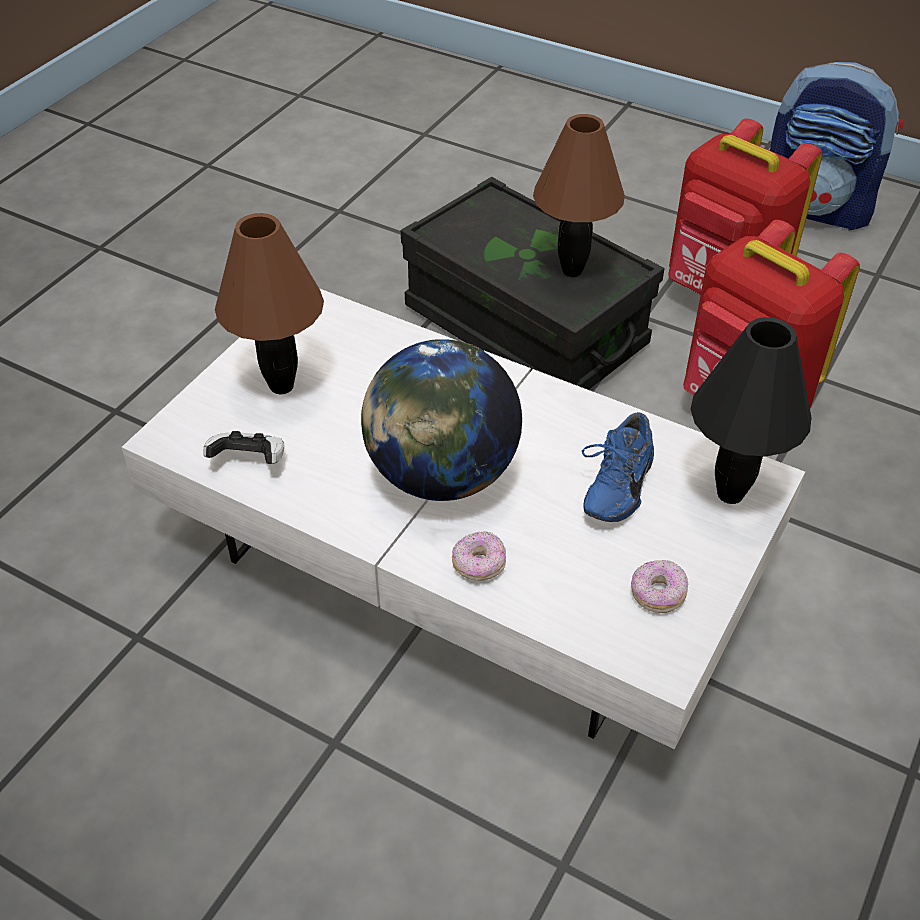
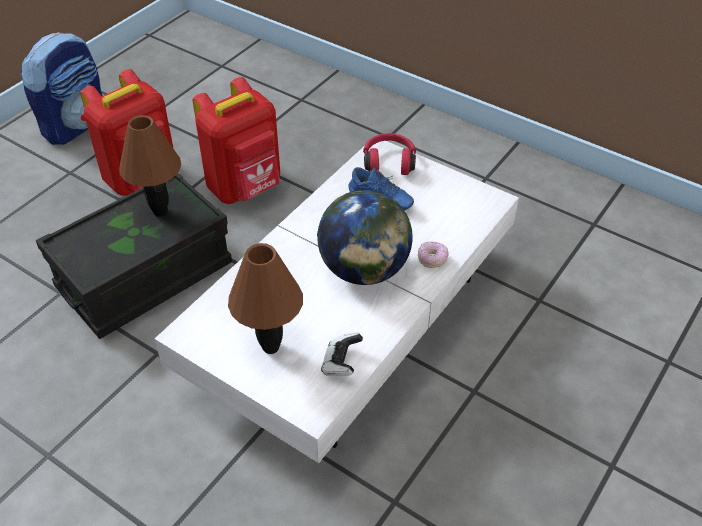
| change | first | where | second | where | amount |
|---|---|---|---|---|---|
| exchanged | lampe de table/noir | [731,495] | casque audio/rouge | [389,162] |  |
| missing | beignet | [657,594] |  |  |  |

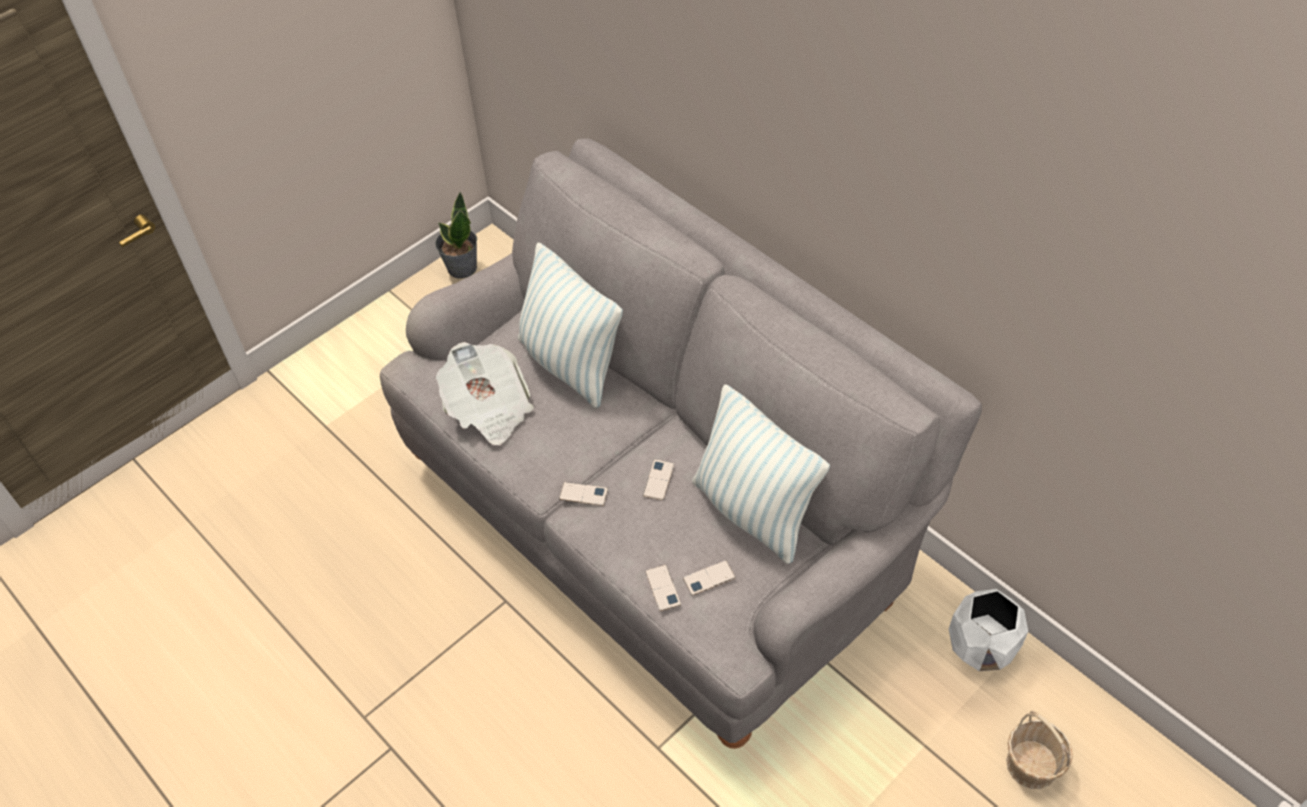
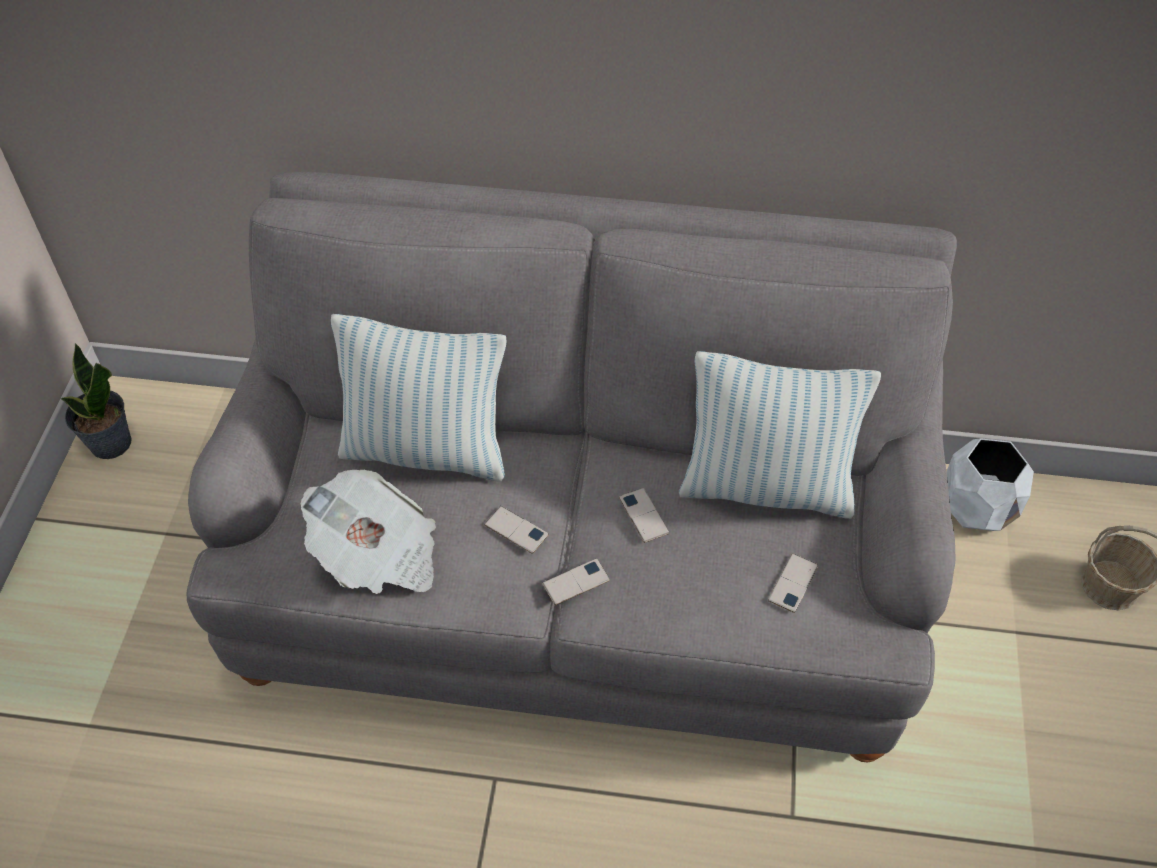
| change | first | where | second | where | amount |
|---|---|---|---|---|---|
| relocated | téléphone | [663,588] |  | [516,530] |  |

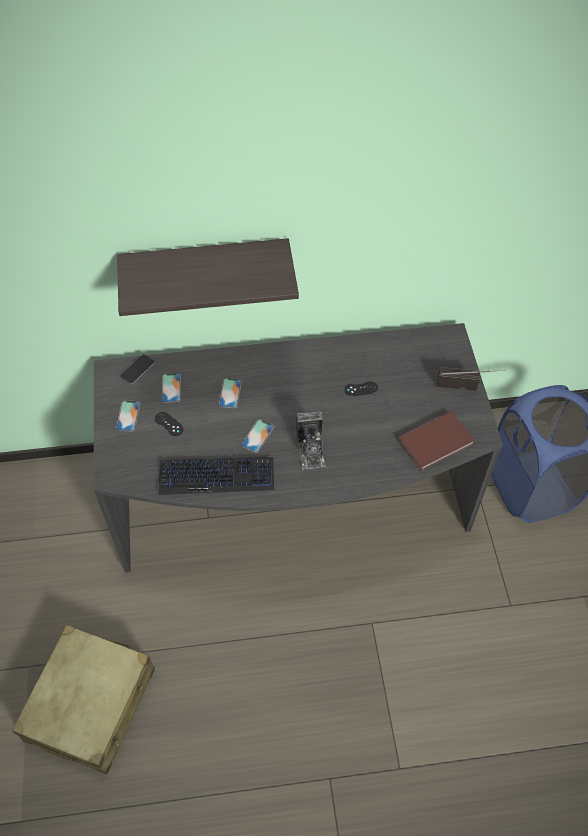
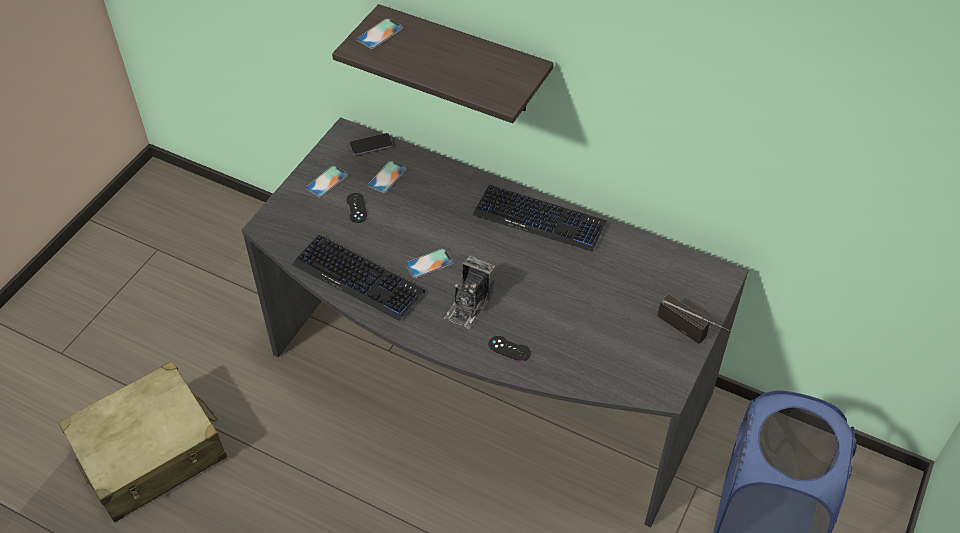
| change | first | where | second | where | amount |
|---|---|---|---|---|---|
| relocated | téléphone | [230,393] |  | [380,34] |  |
| appeared |  |  | clavier | [539,219] |  |
| relocated | manette/noir | [361,389] |  | [509,348] |  |
| missing | livre/marron | [437,443] |  |  |  |

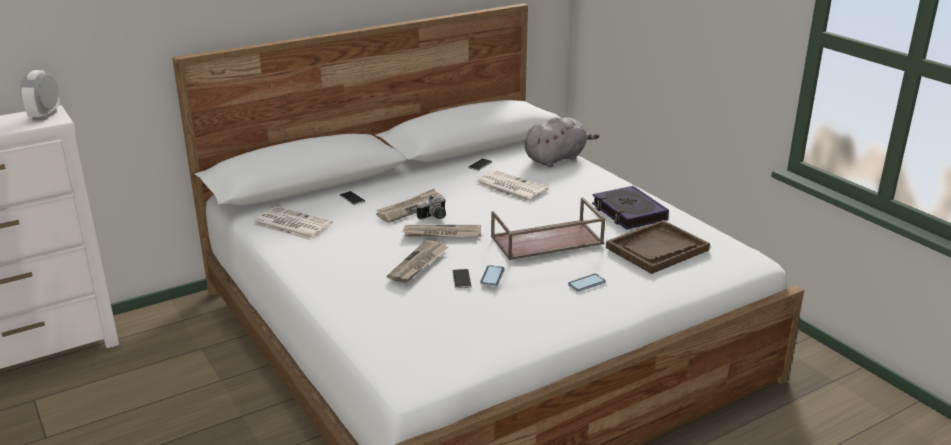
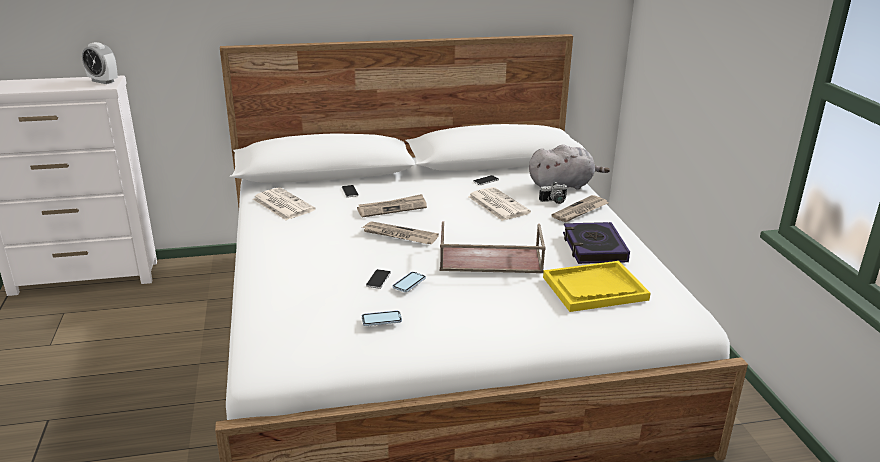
| change | first | where | second | where | amount |
|---|---|---|---|---|---|
| spun | réveil | [45,115] |  | [103,81] | 90 degrees counterclockwise |
| relocated | téléphone | [586,284] |  | [381,319] |  |
| relocated | appareil photo | [434,217] |  | [554,202] |  |
| colour | plateau/marron | [657,249] | plateau/jaune | [594,288] |  |
| relocated | journal | [418,264] |  | [580,211] |  |

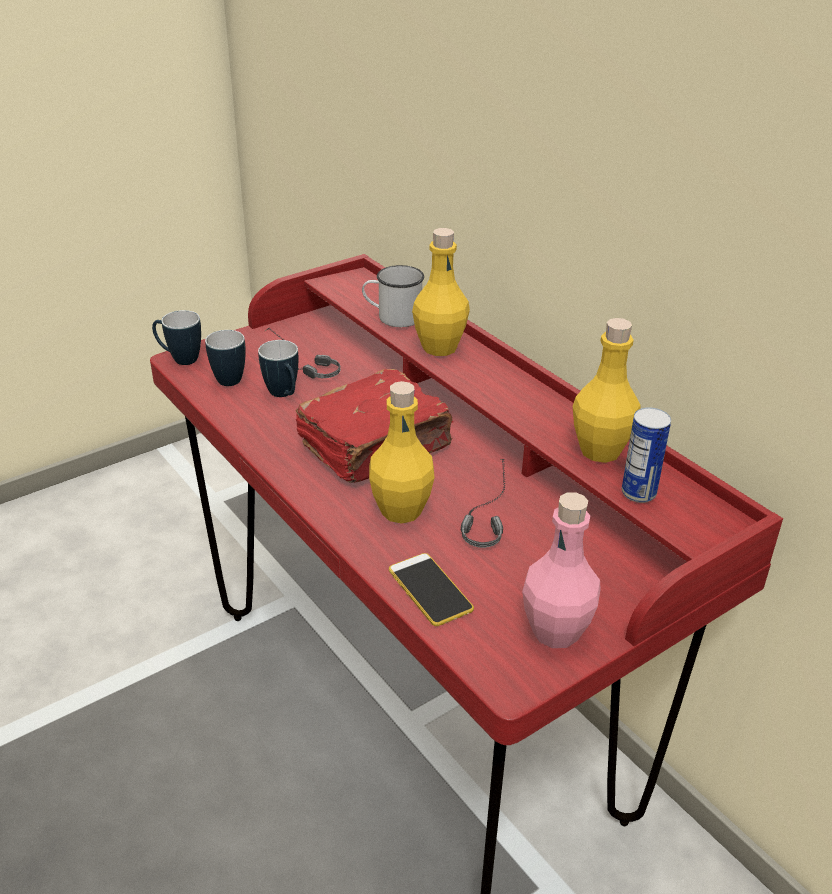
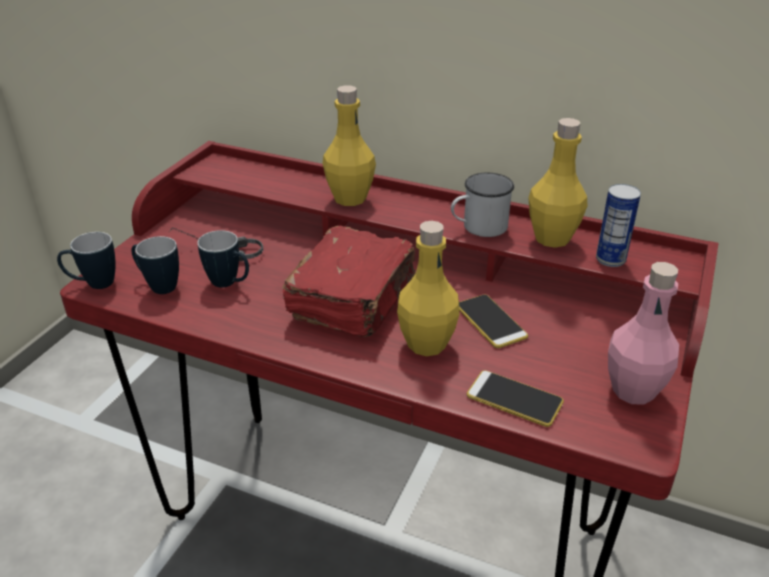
| change | first | where | second | where | amount |
|---|---|---|---|---|---|
| relocated | mug/blanc | [392,317] |  | [478,227] |  |
| exchanged | casque audio | [483,513] | téléphone | [490,321] |  |

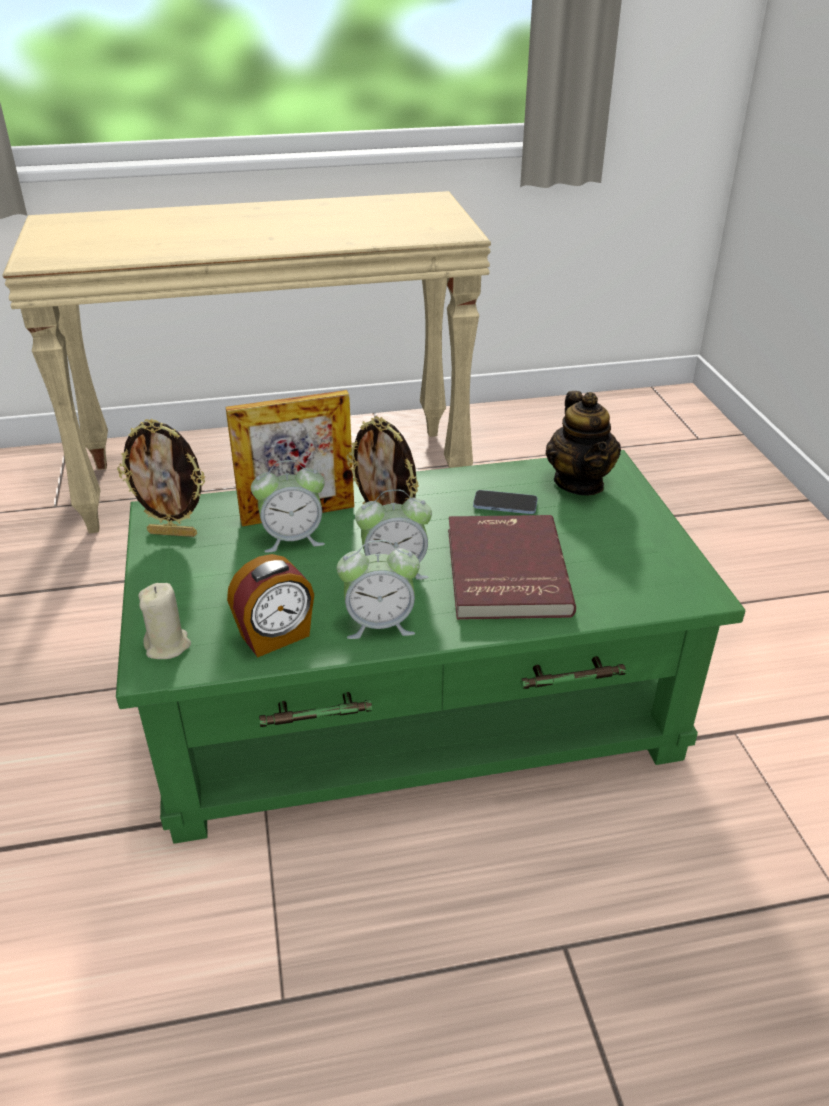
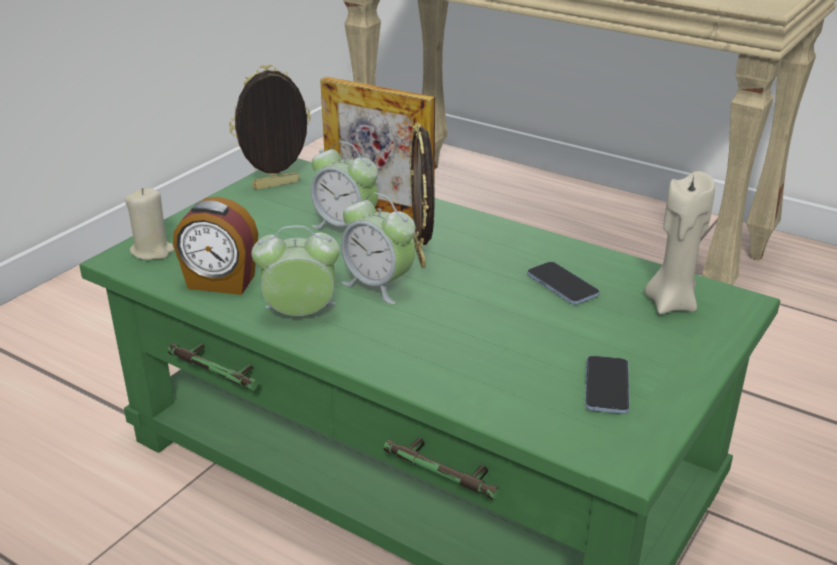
| change | first | where | second | where | amount |
|---|---|---|---|---|---|
| spun | cadre photo | [173,533] |  | [276,186] | 105 degrees clockwise |
| spun | réveil | [380,624] |  | [300,315] | 135 degrees clockwise |
| appeared |  |  | téléphone | [606,387] |  |
| exchanged | théière | [579,483] | bougie/beige | [671,303] |  |
| missing | livre/rouge | [504,571] |  |  |  |

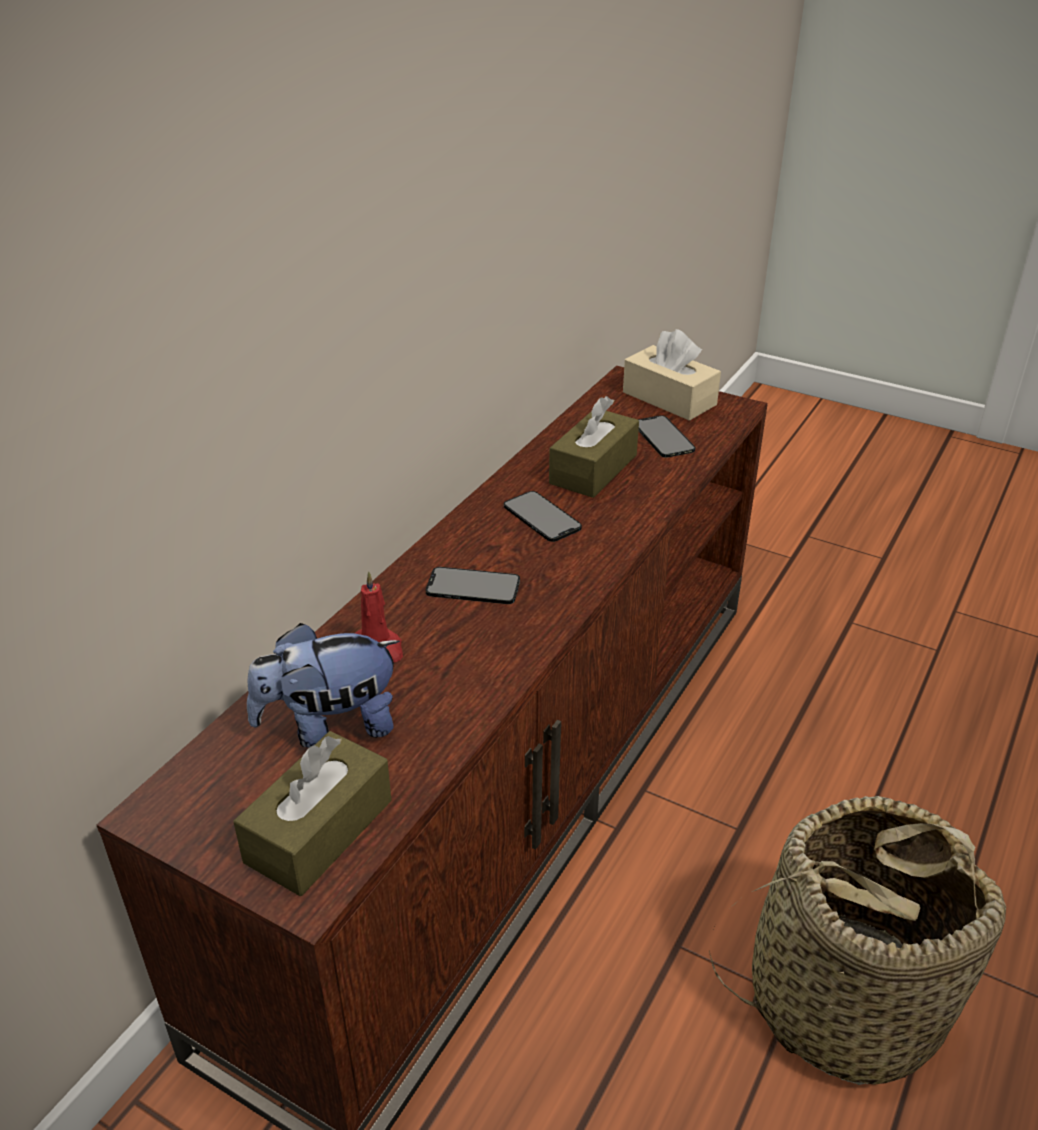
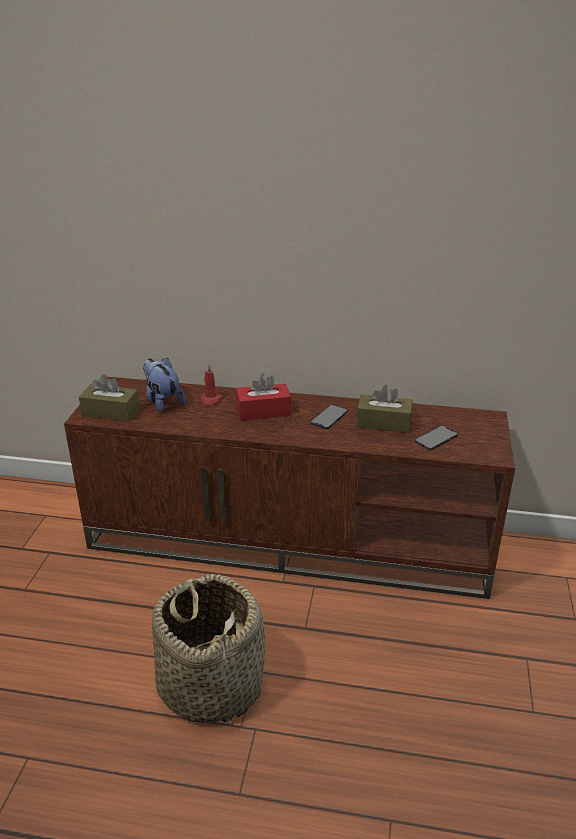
| change | first | where | second | where | amount |
|---|---|---|---|---|---|
| exchanged | téléphone | [473,586] | boîte à mouchoirs/rouge | [263,411] |  |
| missing | boîte à mouchoirs/beige | [669,398] |  |  |  |

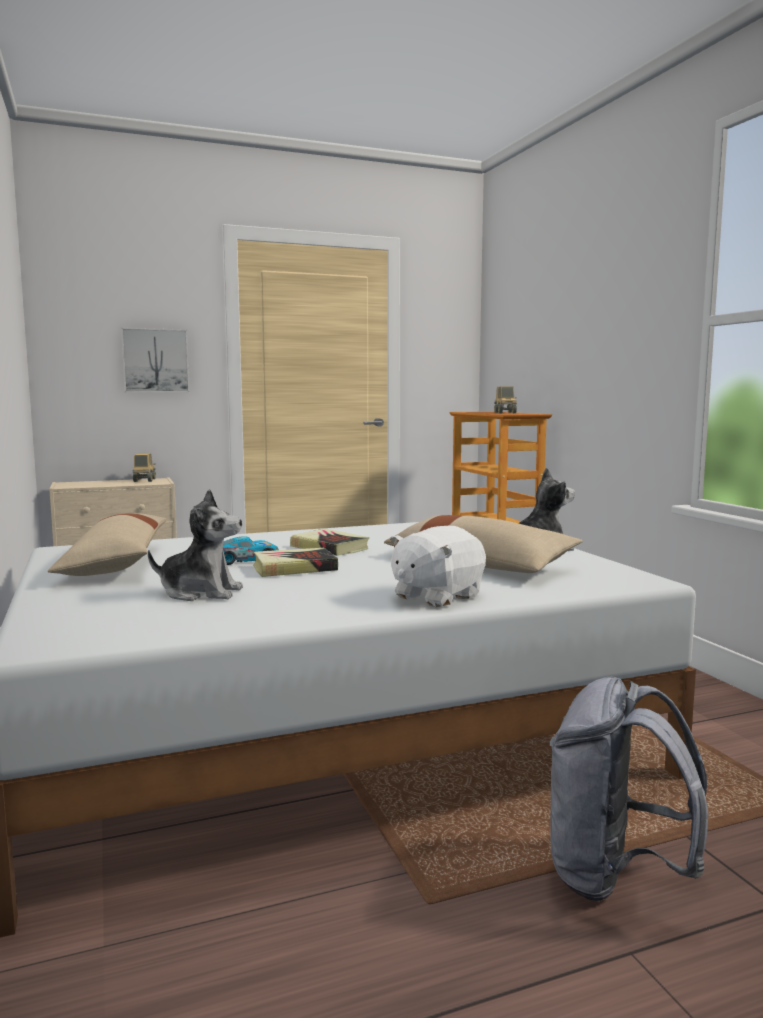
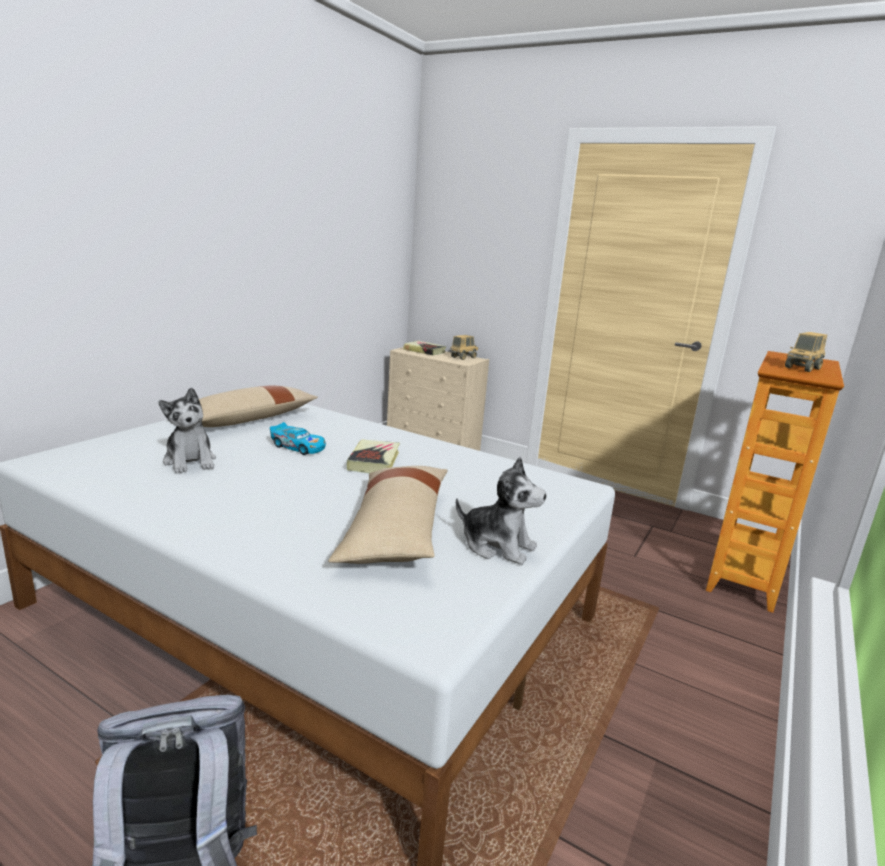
| change | first | where | second | where | amount |
|---|---|---|---|---|---|
| relocated | livre | [294,568] |  | [424,351] |  |
| missing | tableau | [155,361] |  |  |  |
| missing | peluche/blanc | [436,596] |  |  |  |

